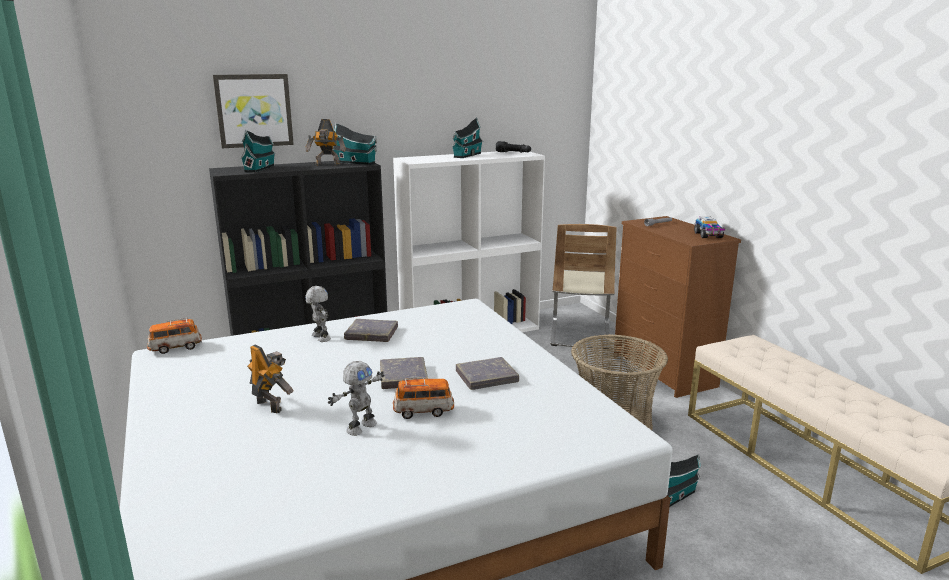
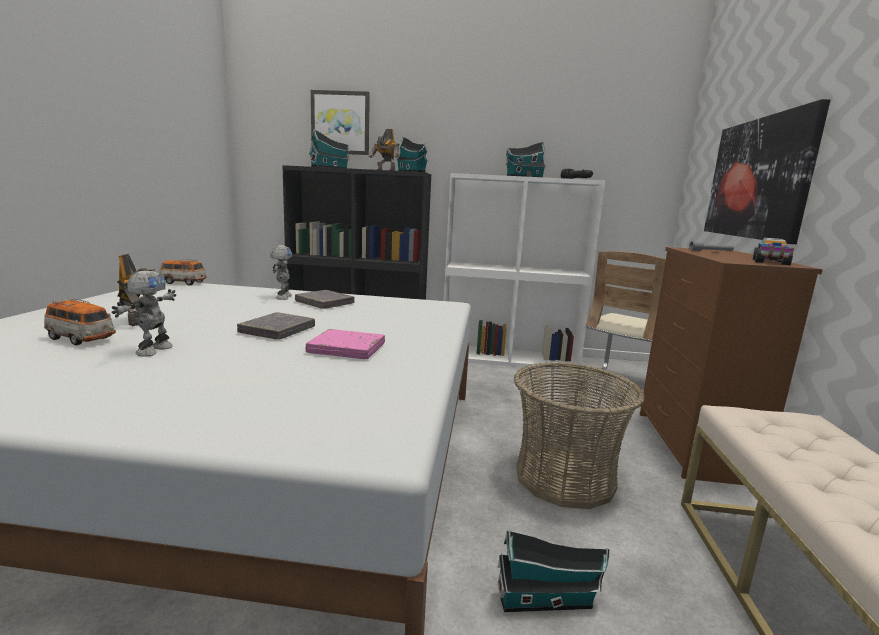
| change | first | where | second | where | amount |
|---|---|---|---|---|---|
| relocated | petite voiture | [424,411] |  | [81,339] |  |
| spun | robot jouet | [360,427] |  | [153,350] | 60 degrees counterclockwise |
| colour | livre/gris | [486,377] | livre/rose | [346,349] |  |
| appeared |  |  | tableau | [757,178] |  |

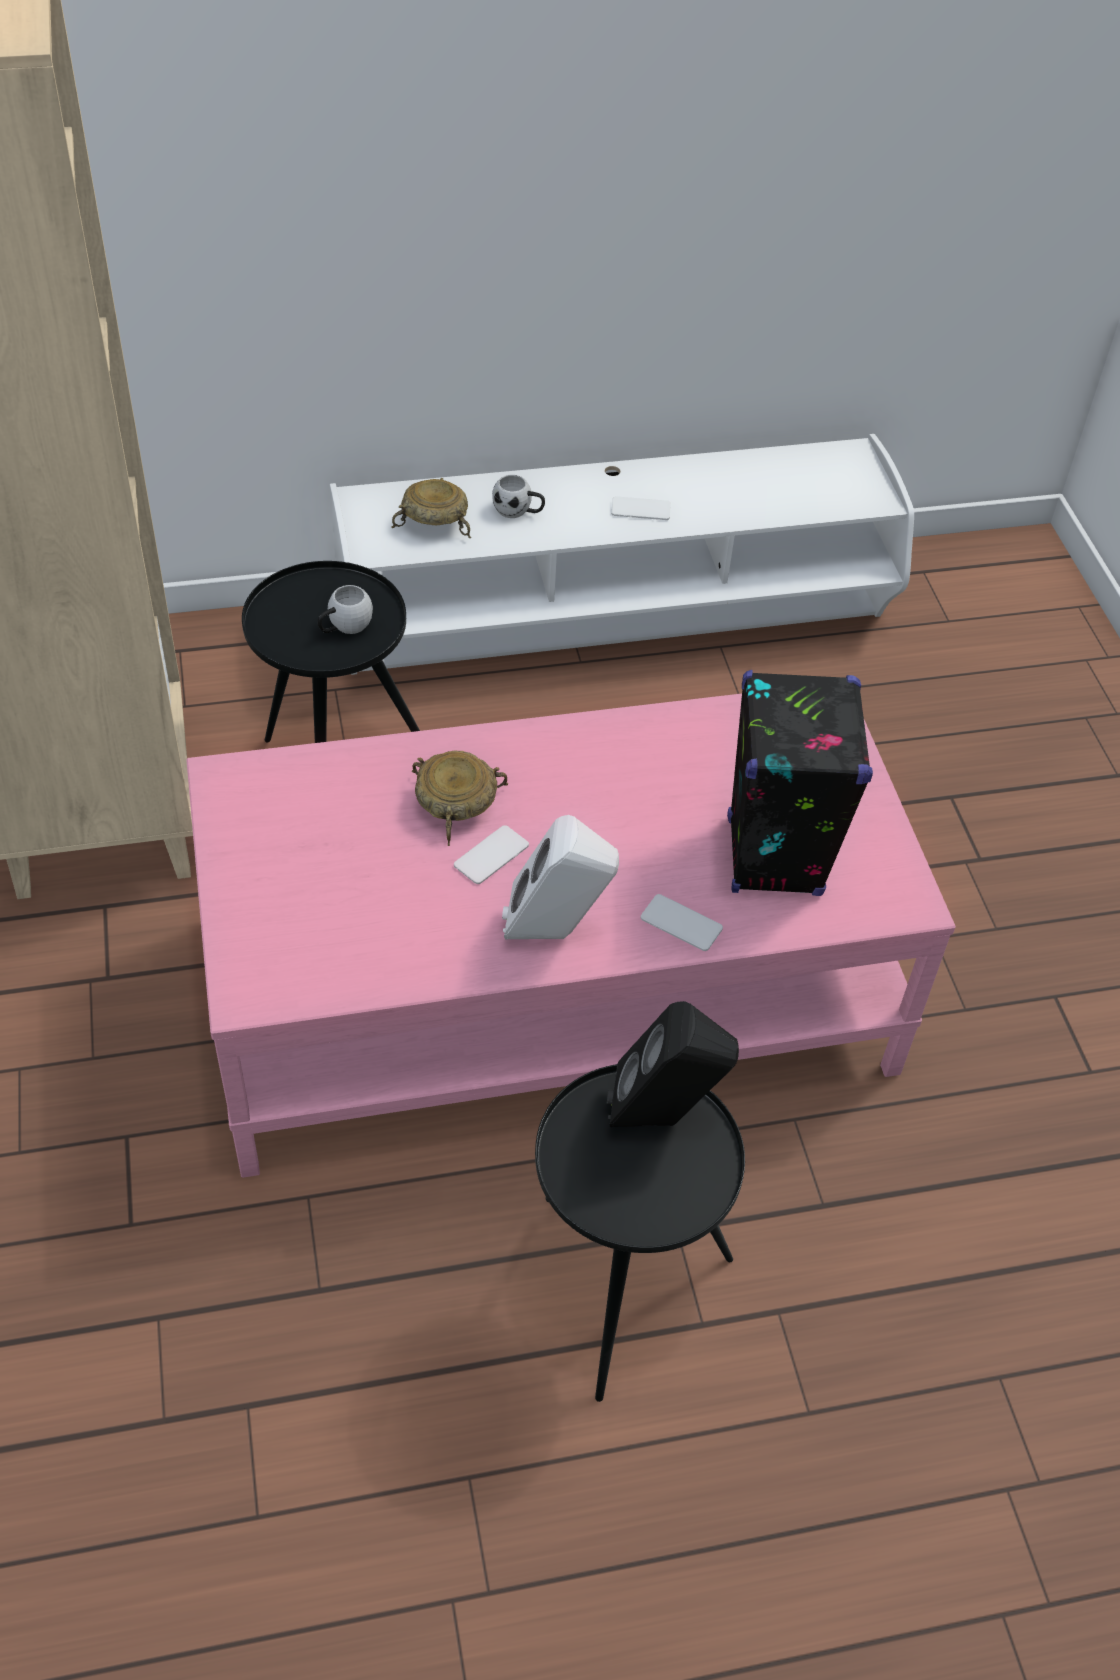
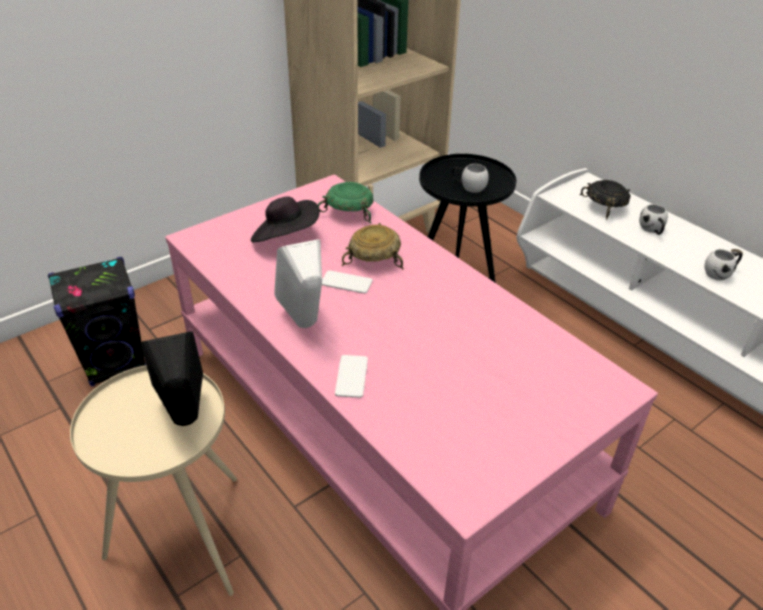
| change | first | where | second | where | amount |
|---|---|---|---|---|---|
| relocated | enceinte/noir | [773,856] |  | [116,363] |  |
| colour | table d'appoint/noir | [618,1291] | table d'appoint/beige | [184,539] |  |
| appeared |  |  | chapeau/noir | [286,238] |  |
| appeared |  |  | bol/vert | [349,213] |  |
| colour | bol/beige | [435,522] | bol/noir | [604,207] |  |
| exchanged | téléphone | [640,509] | mug/blanc | [721,273] |  |

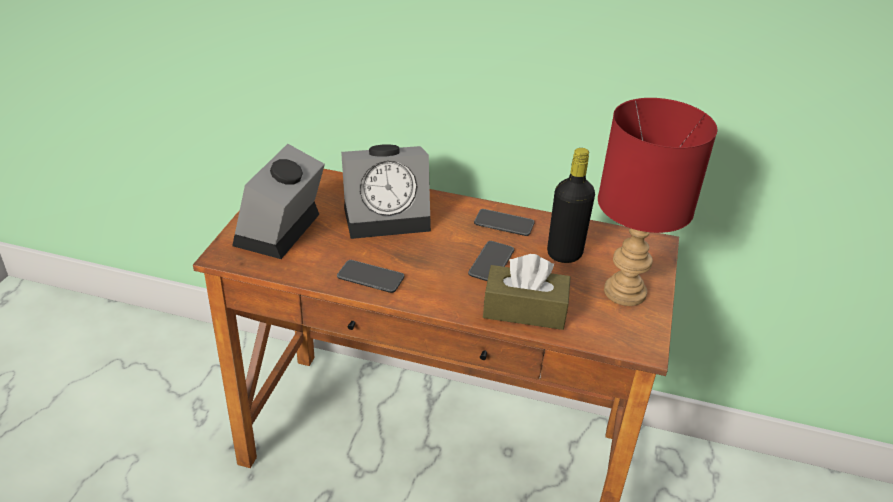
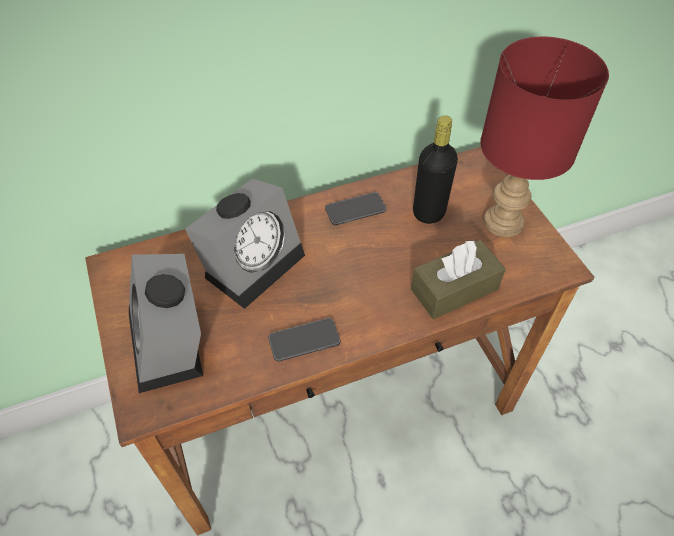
| change | first | where | second | where | amount |
|---|---|---|---|---|---|
| missing | téléphone | [491,262] |  |  |  |

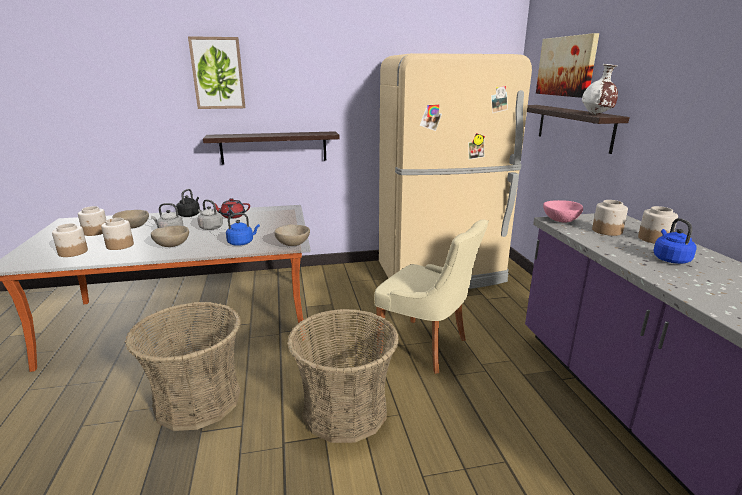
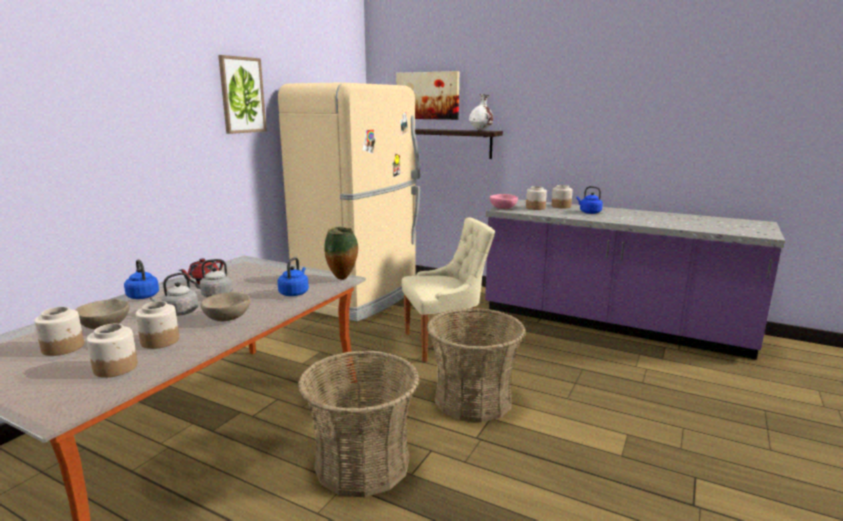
| change | first | where | second | where | amount |
|---|---|---|---|---|---|
| colour | bouilloire/noir | [190,215] | bouilloire/bleu | [142,296] |  |
| relocated | tableau | [218,73] |  | [242,95] |  |
| exchanged | bol/beige | [293,244] | vase | [343,279] |  |
| missing | étagère | [274,147] |  |  |  |

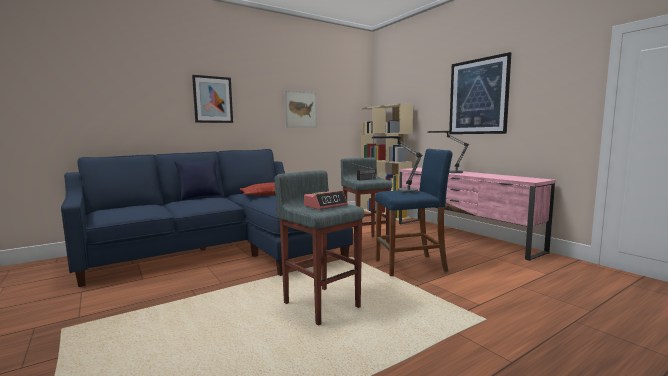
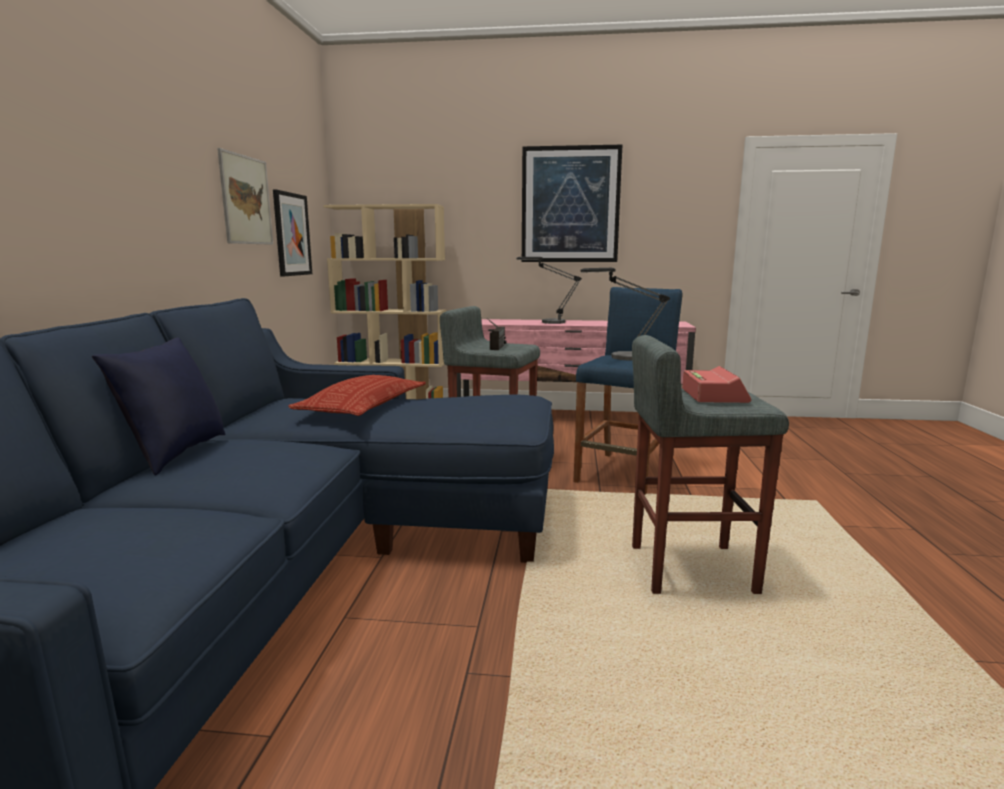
| change | first | where | second | where | amount |
|---|---|---|---|---|---|
| relocated | tableau | [213,99] |  | [292,234] |  |

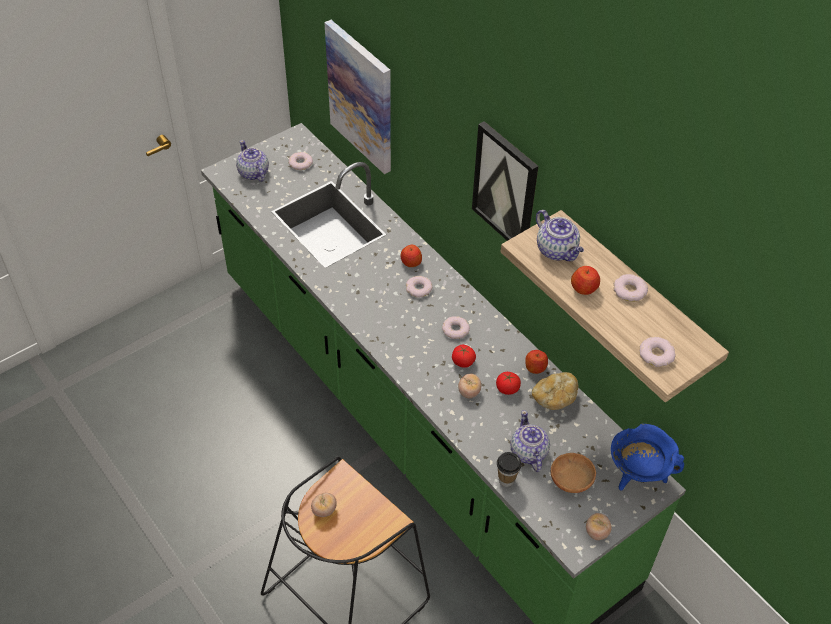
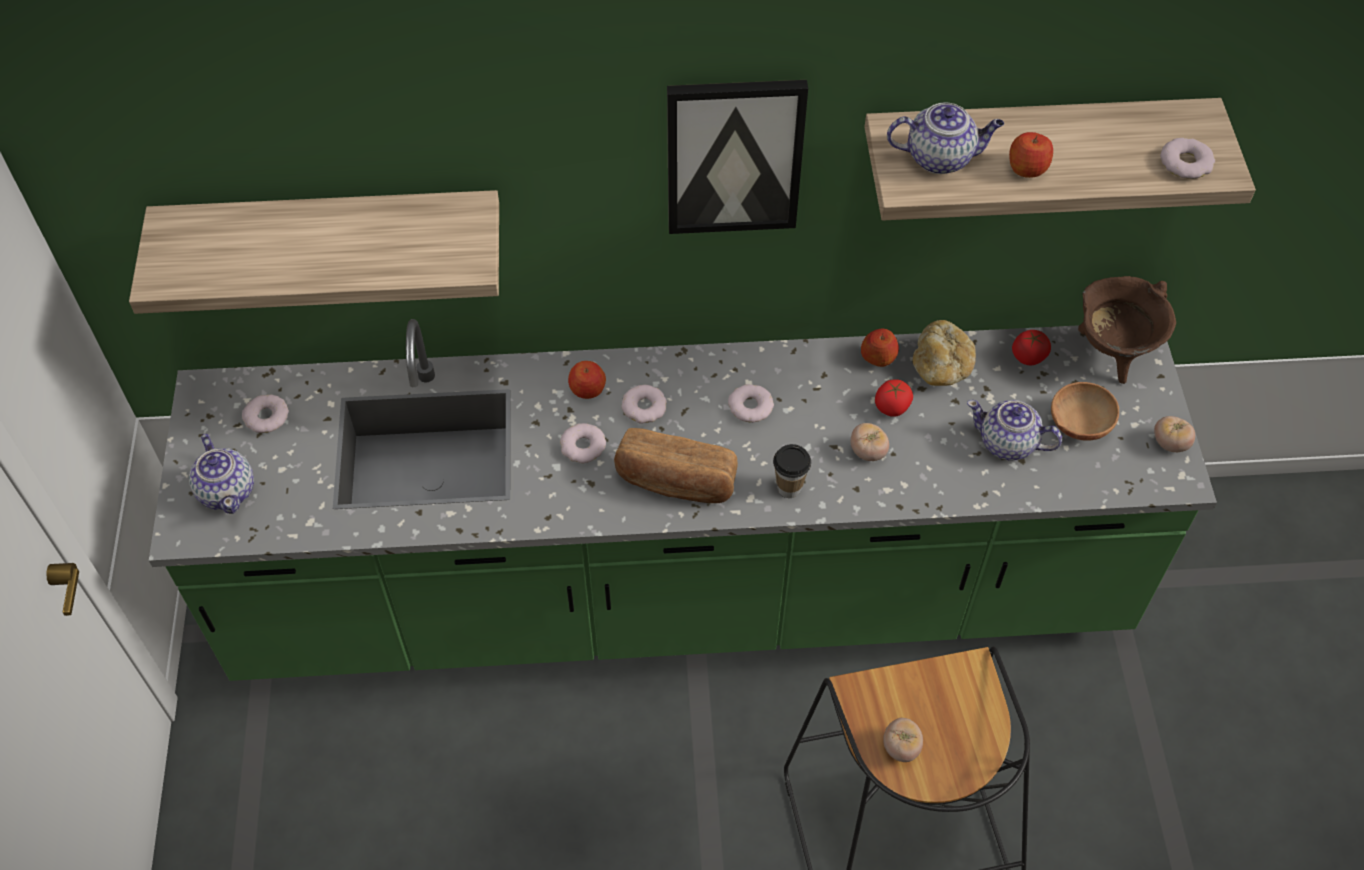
| change | first | where | second | where | amount |
|---|---|---|---|---|---|
| exchanged | tableau | [361,97] | étagère | [332,232] |  |
| spun | théière | [253,173] |  | [228,490] | 120 degrees counterclockwise |
| relocated | beignet | [629,291] |  | [583,446] |  |
| appeared |  |  | pain | [675,481] |  |
| relocated | tasse | [506,480] |  | [789,488] |  |
| relocated | tomate | [463,362] |  | [1028,356] |  |
| colour | marmite/bleu | [638,475] | marmite/marron | [1112,353] |  |

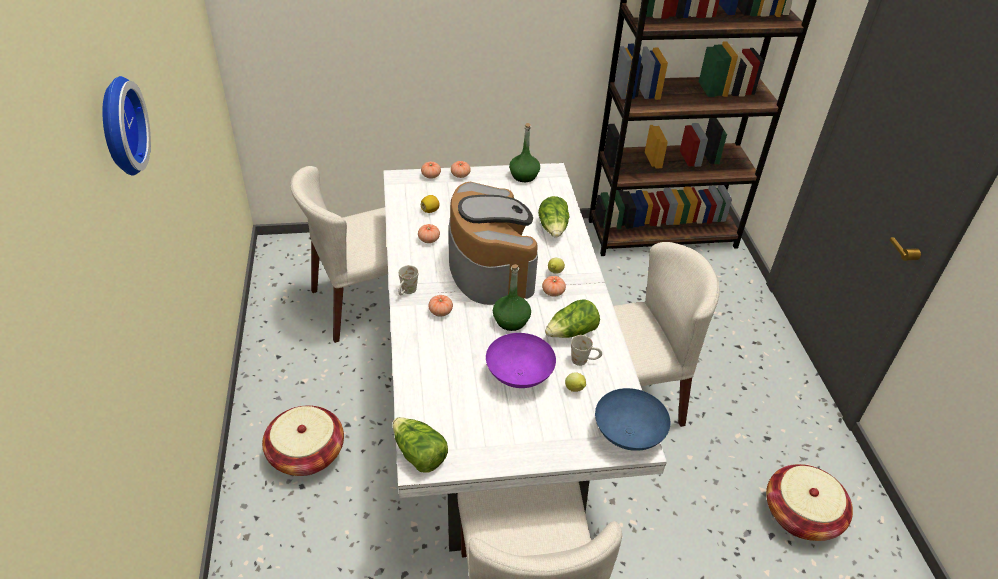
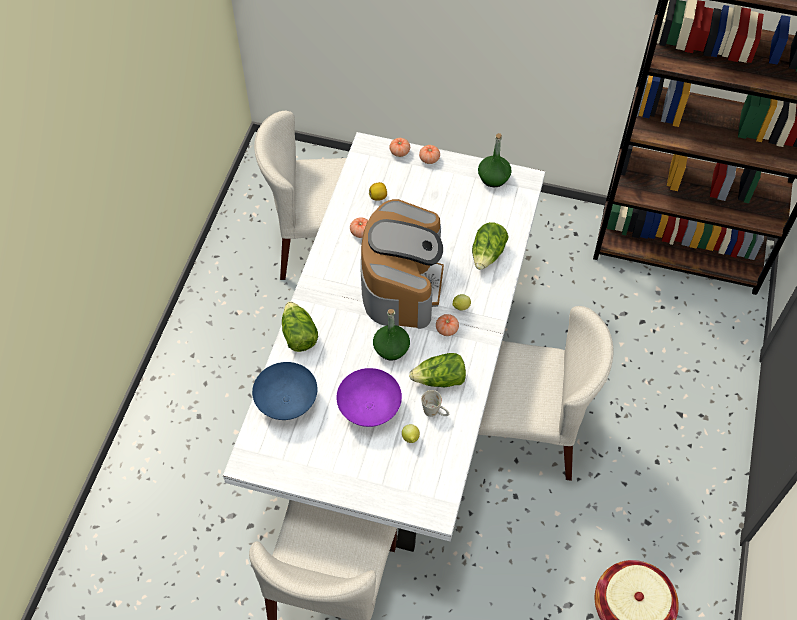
| change | first | where | second | where | amount |
|---|---|---|---|---|---|
| relocated | bol/bleu | [629,435] |  | [286,402] |  |
| relocated | laitue | [418,454] |  | [298,335] |  |
| missing | horloge murale | [117,126] |  |  |  |
| missing | panier | [306,454] |  |  |  |
| missing | mug/blanc | [407,292] |  |  |  |
| missing | tomate | [440,311] |  |  |  |

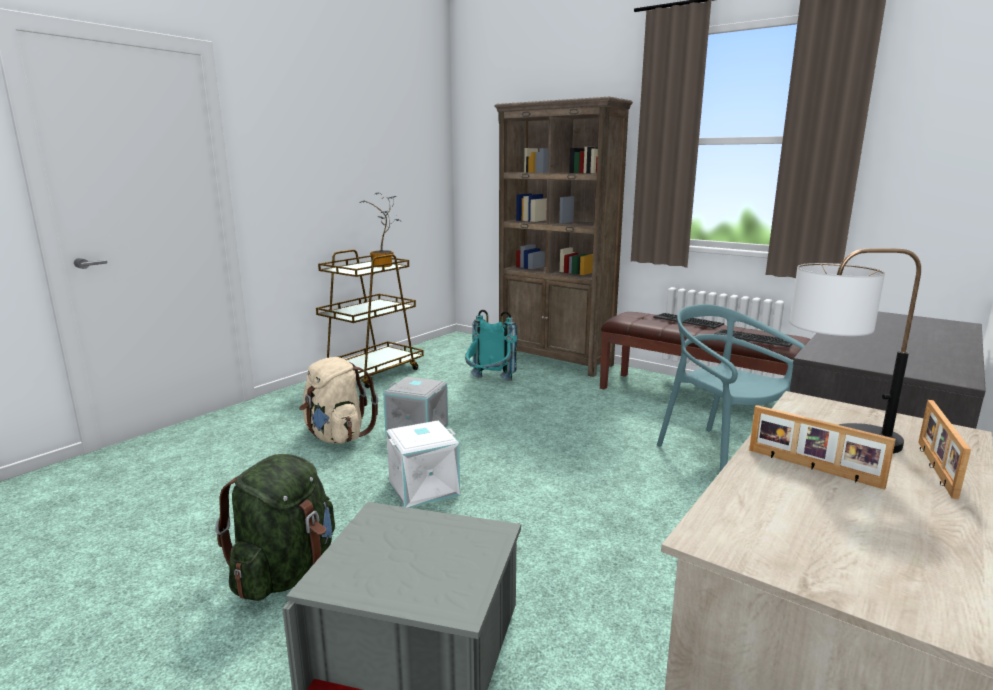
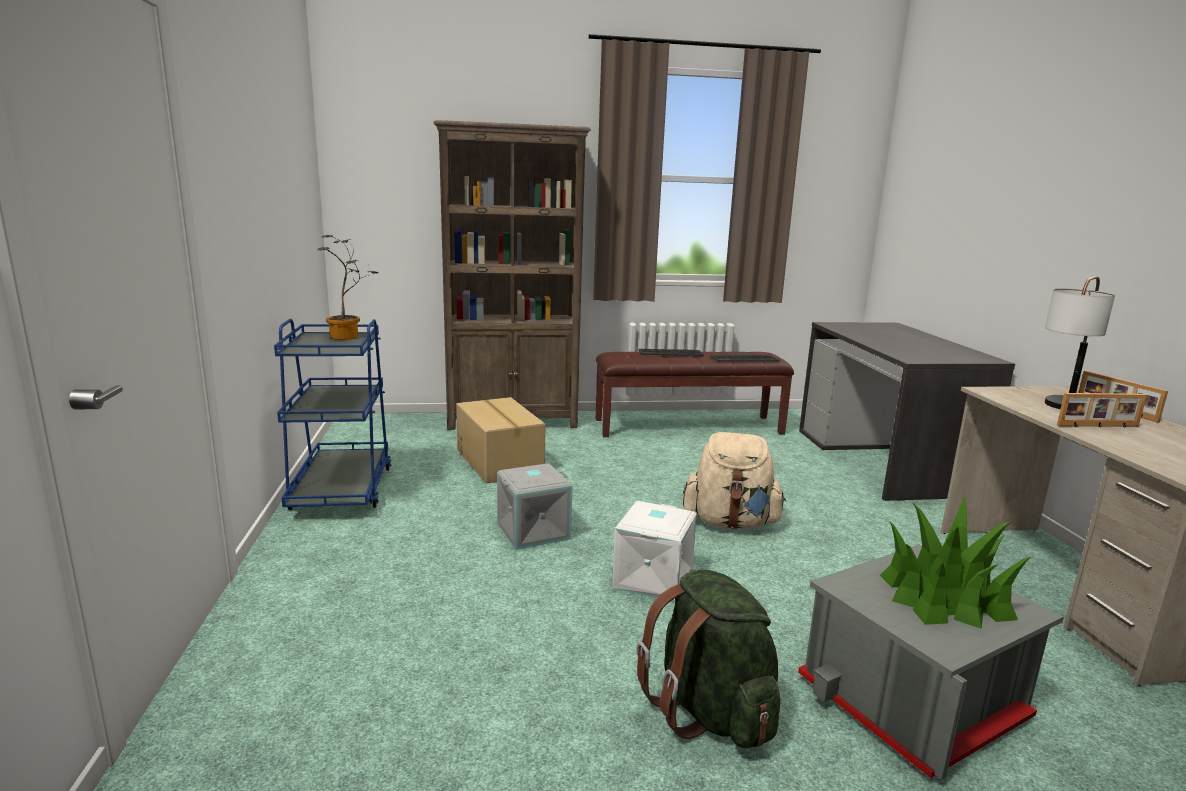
| change | first | where | second | where | amount |
|---|---|---|---|---|---|
| colour | chariot/marron | [371,373] | chariot/bleu | [341,490] |  |
| exchanged | sac à dos/turquoise | [489,383] | carton | [500,461] |  |
| relocated | sac à dos/beige | [337,436] |  | [730,523] |  |
| appeared |  |  | plante en pot | [943,597] |  |
| missing | chaise/turquoise | [720,455] |  |  |  |

